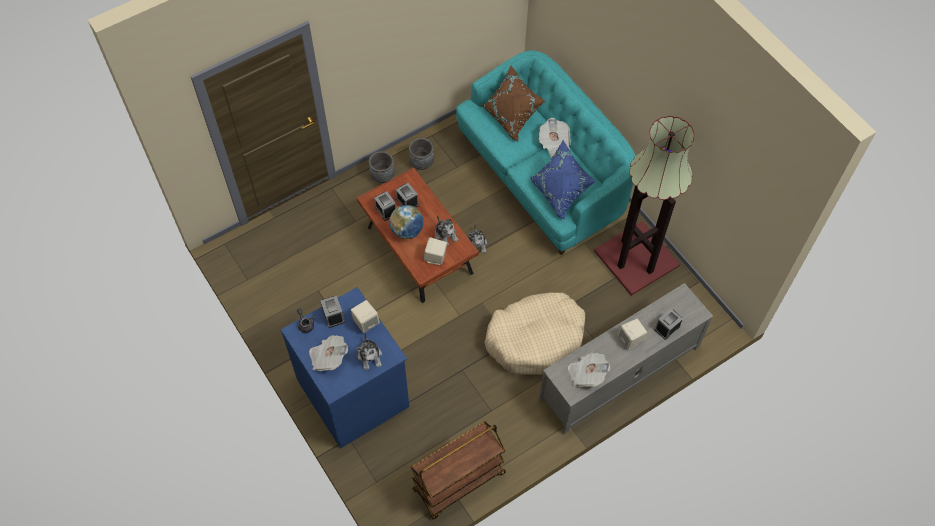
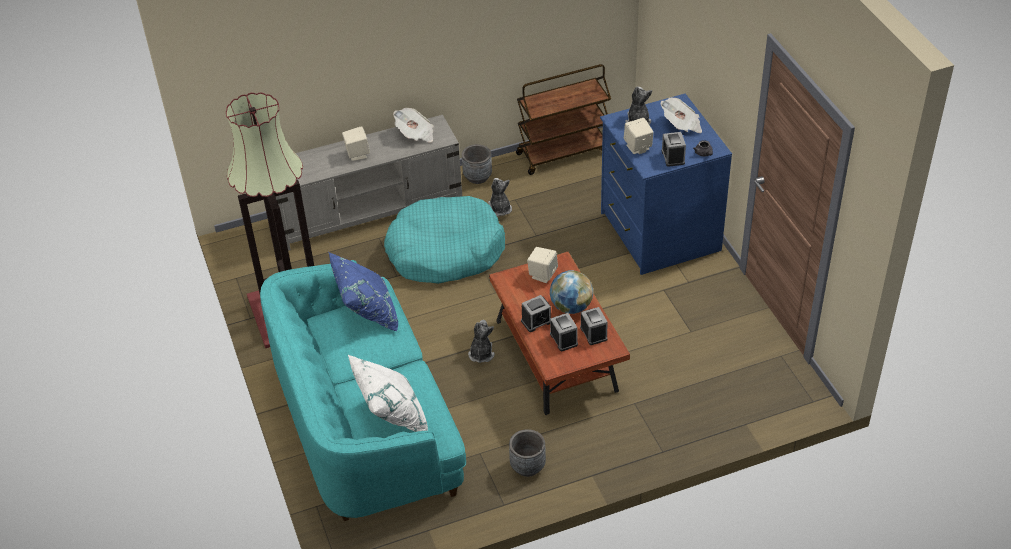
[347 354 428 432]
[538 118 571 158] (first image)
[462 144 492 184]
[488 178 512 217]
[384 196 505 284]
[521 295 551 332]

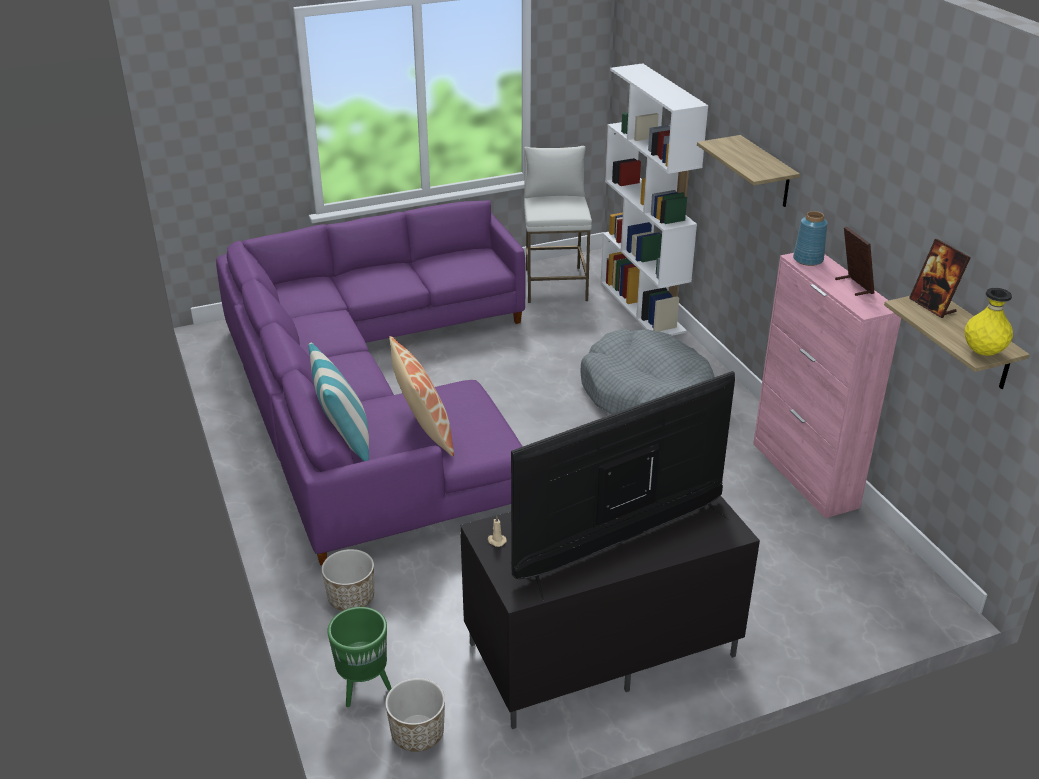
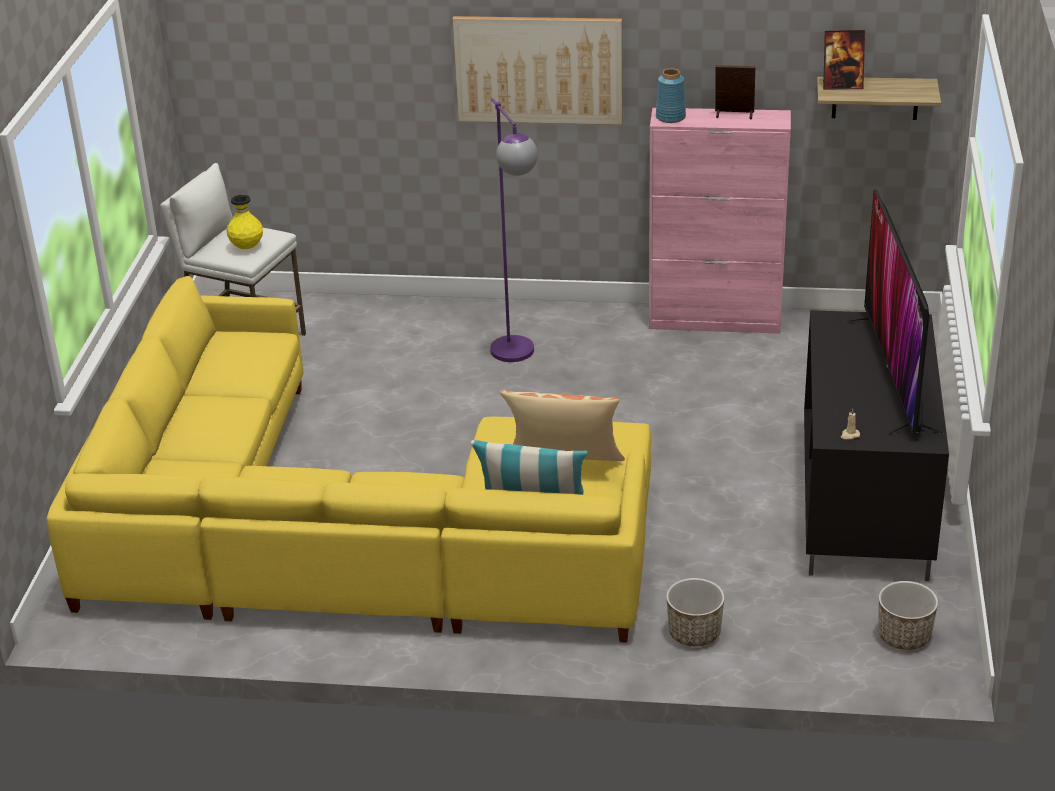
[601 63 708 336] (first image)
[453 16 623 125]
[46 276 651 643]
[227 195 263 249]
[490 98 538 362]
[327 607 392 707] (first image)

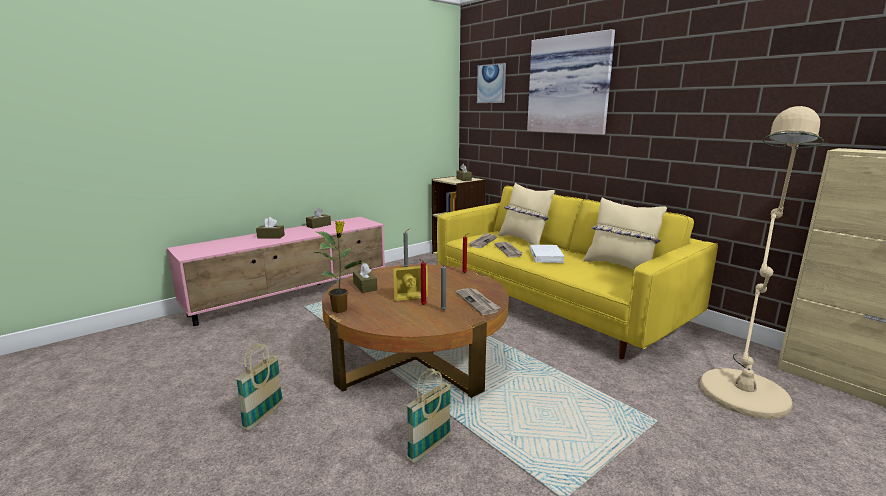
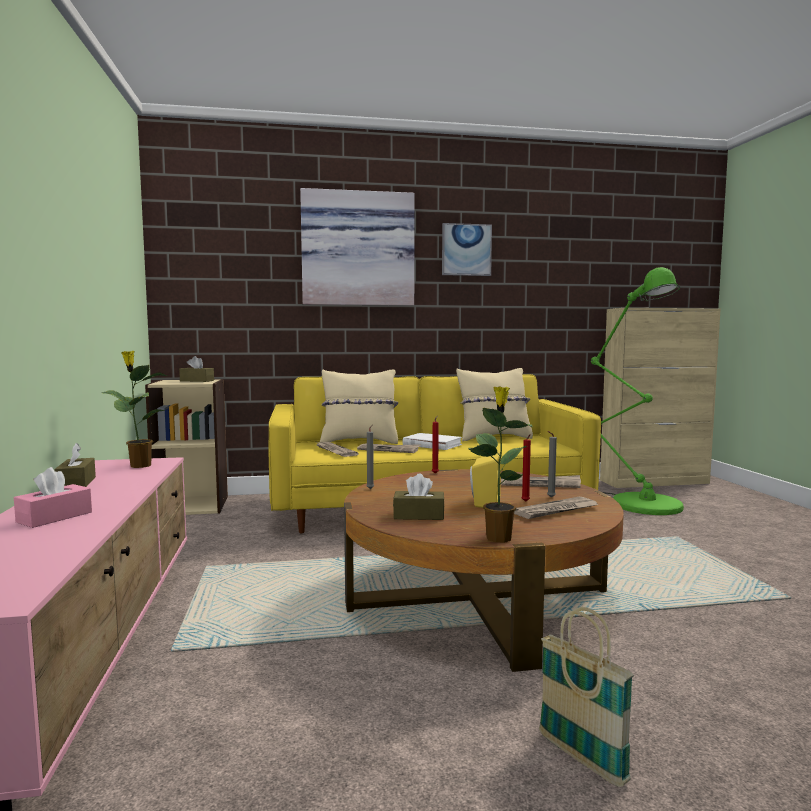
[442 223 492 276]
[591 267 684 515]
[14 467 92 528]
[407 369 451 463] (first image)
[102 351 167 468]
[514 497 599 519]

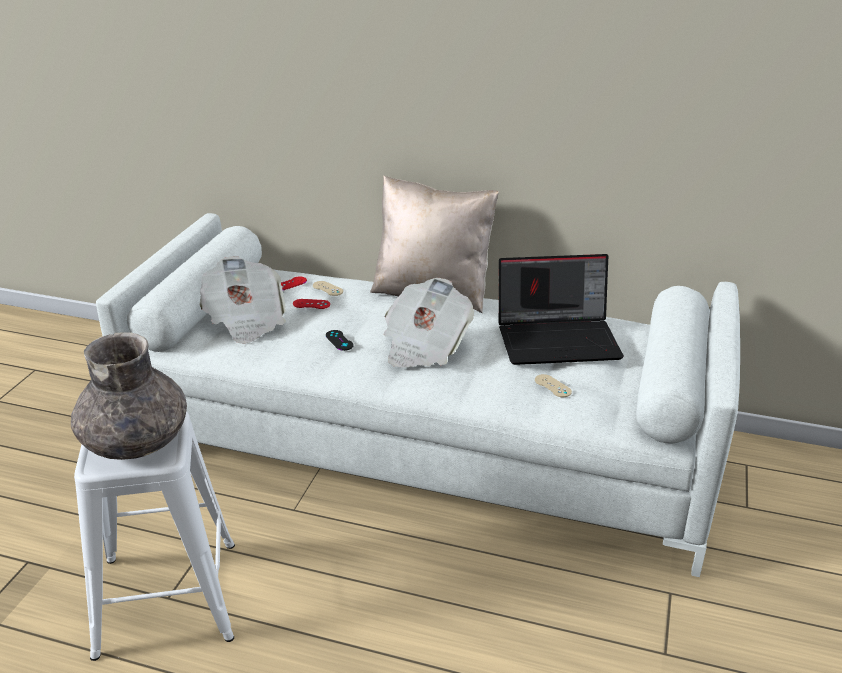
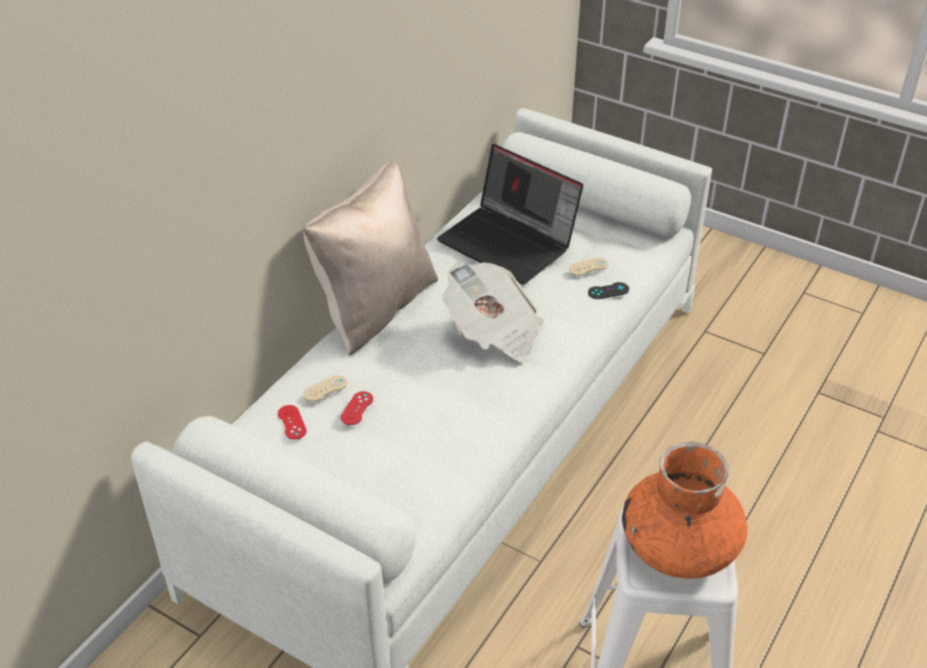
[437 144 583 285]
[199 256 286 344] (first image)
[588 282 629 299]
[622 441 747 579]

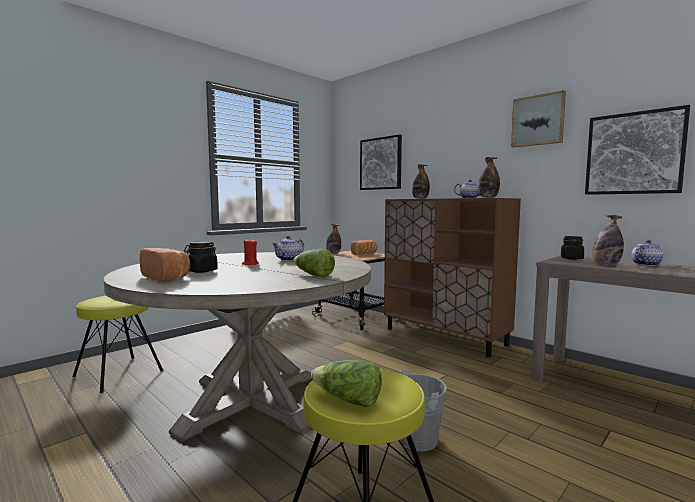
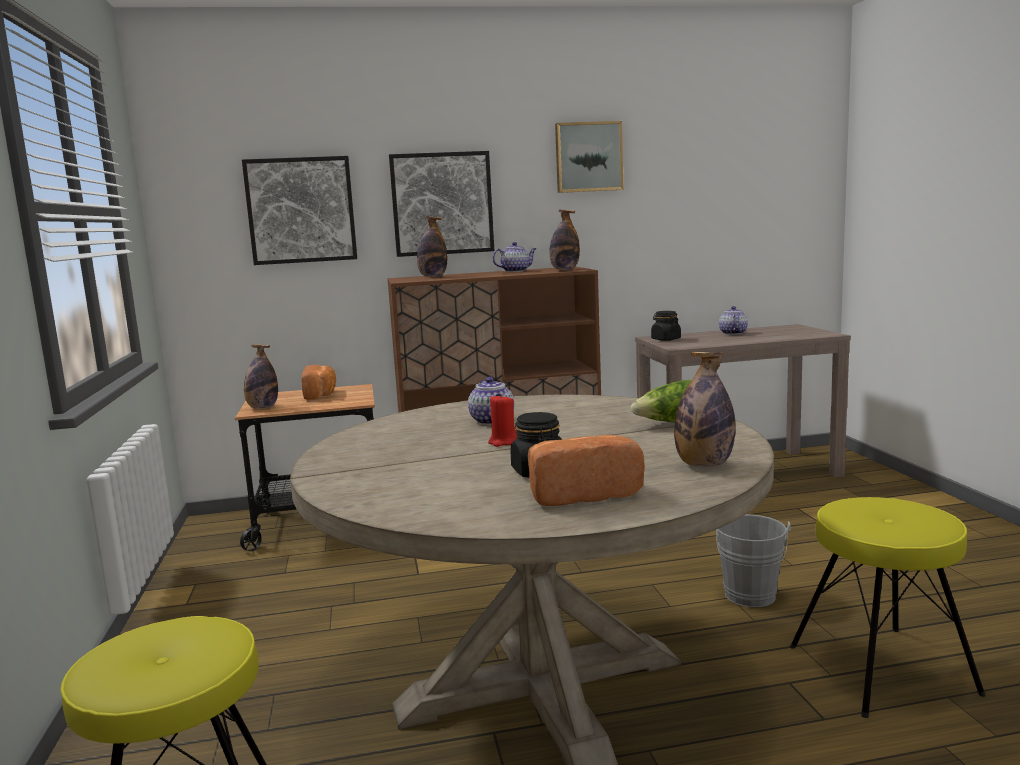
[389 151 494 257]
[674 352 736 467]
[311 360 381 407] (first image)

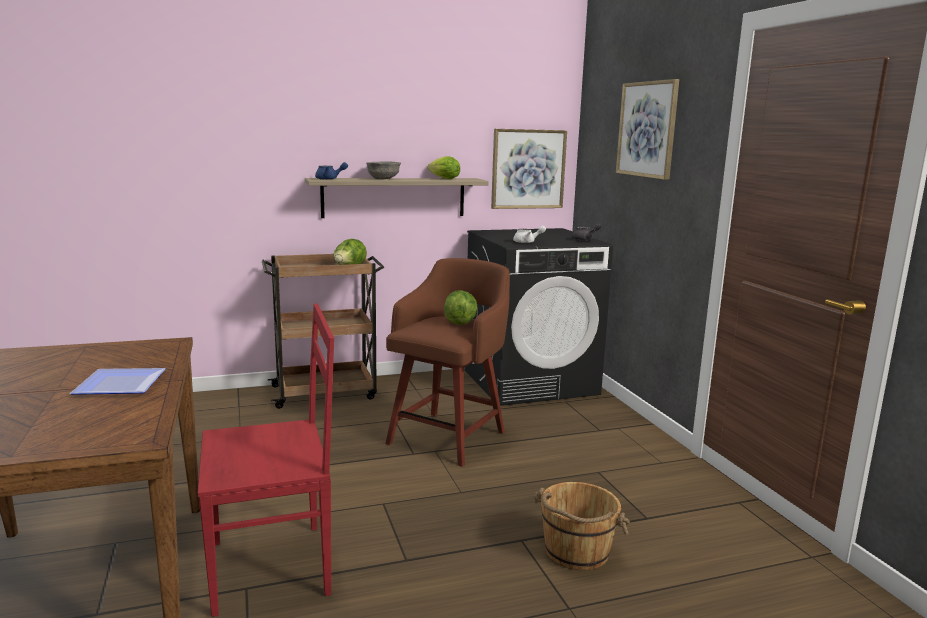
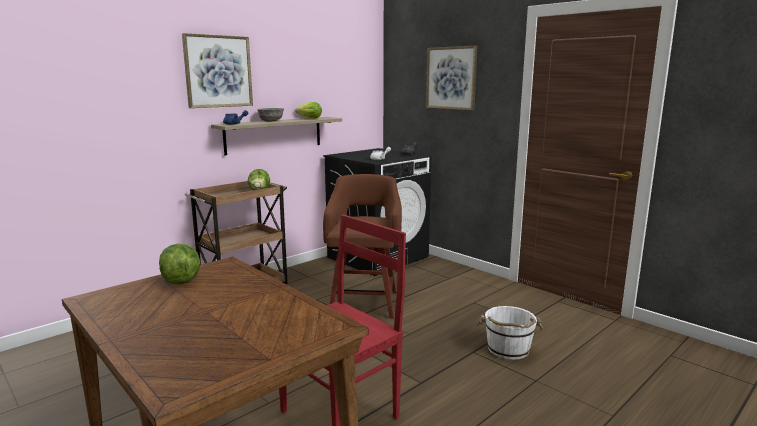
[182 33 253 108]
[159 244 200 285]
[70 368 166 395] (first image)
[476 306 543 360]

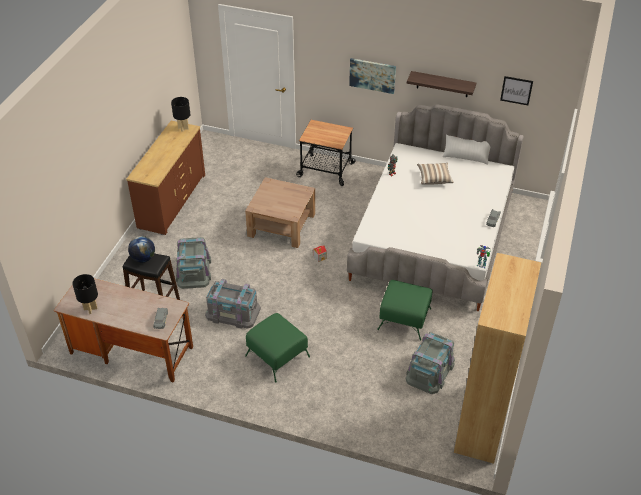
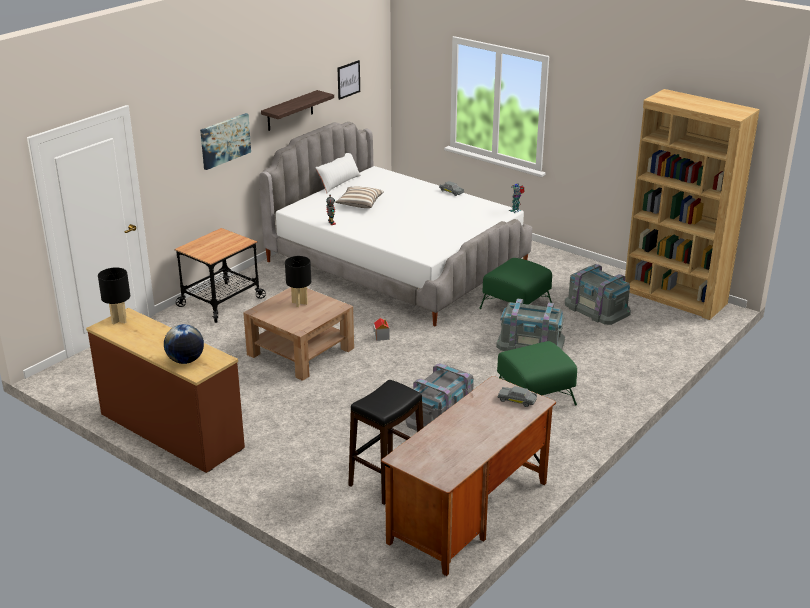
[164 324 204 364]
[496 298 565 351]
[285 256 311 307]

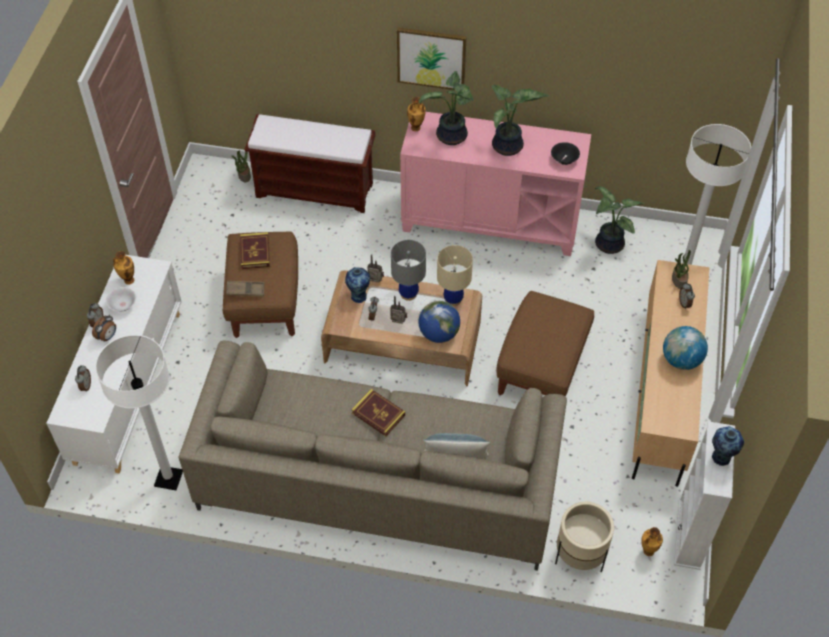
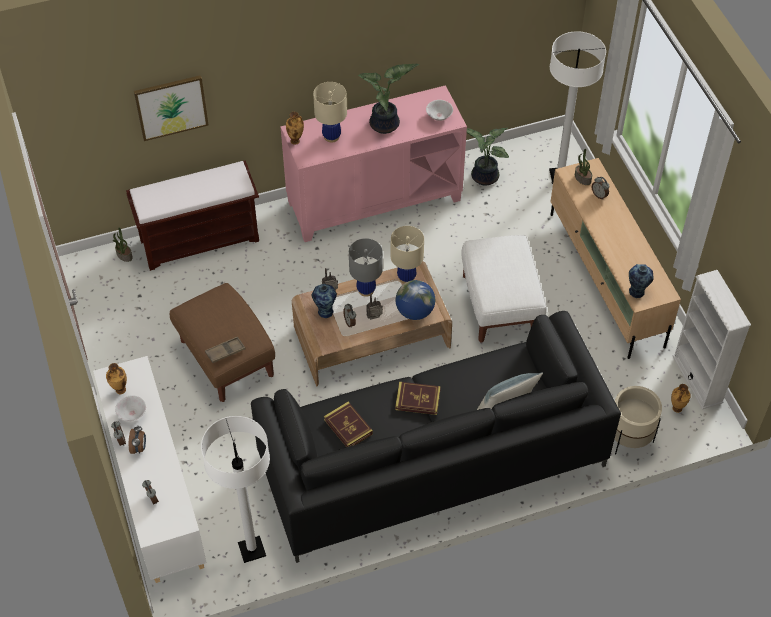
[134 75 209 141]
[313 82 347 143]
[426 100 453 121]
[324 402 373 447]
[461 234 547 343]
[663 326 708 370] (first image)
[251 311 621 563]
[629 264 654 299]

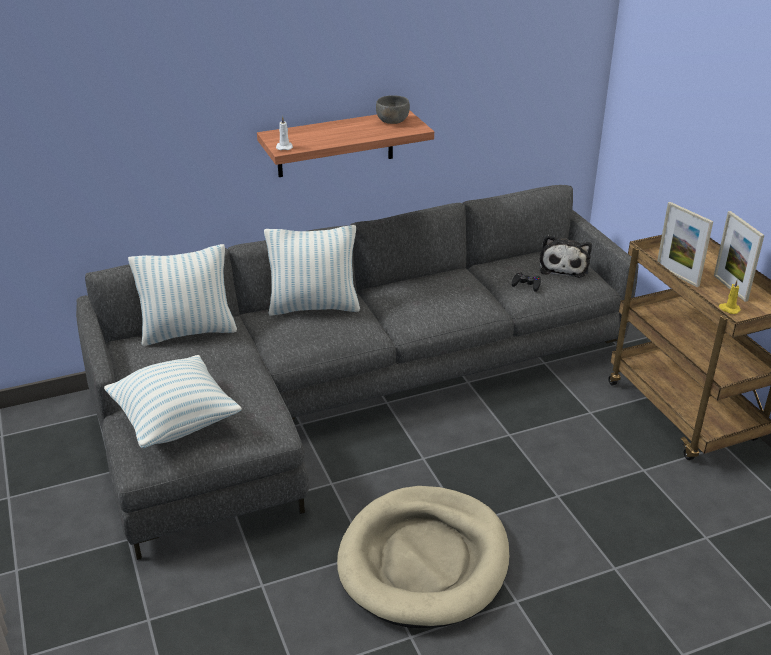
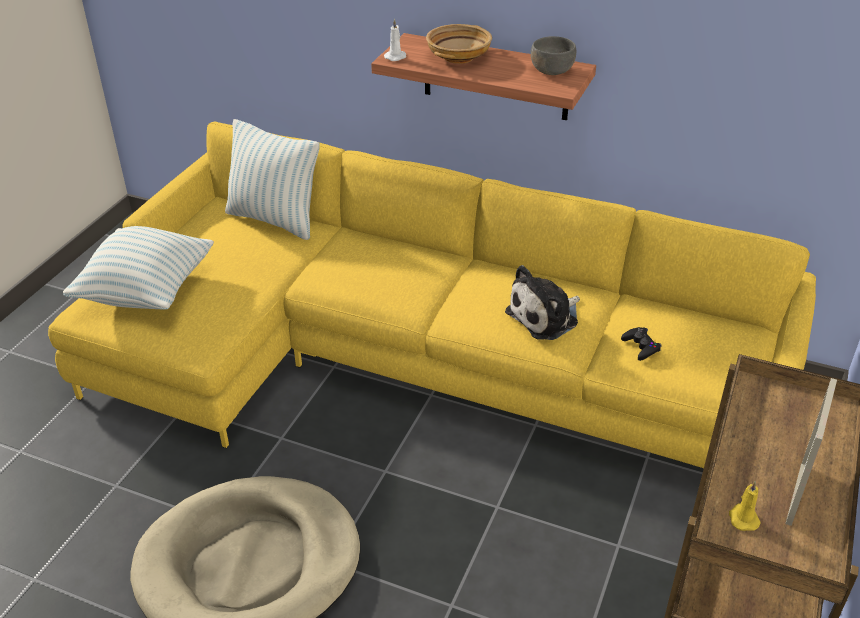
[48 122 816 468]
[657 202 713 287] (first image)
[264 225 360 316] (first image)
[505 265 580 340]
[426 24 492 64]

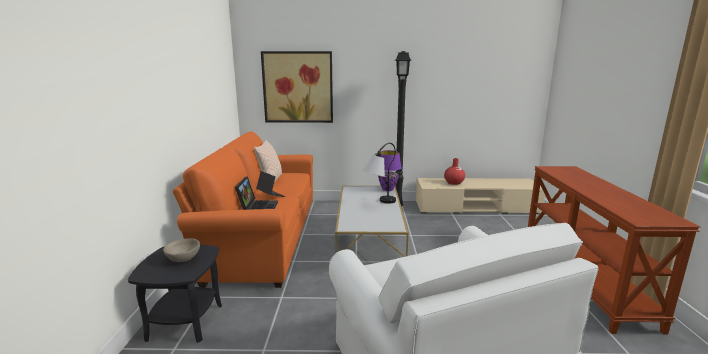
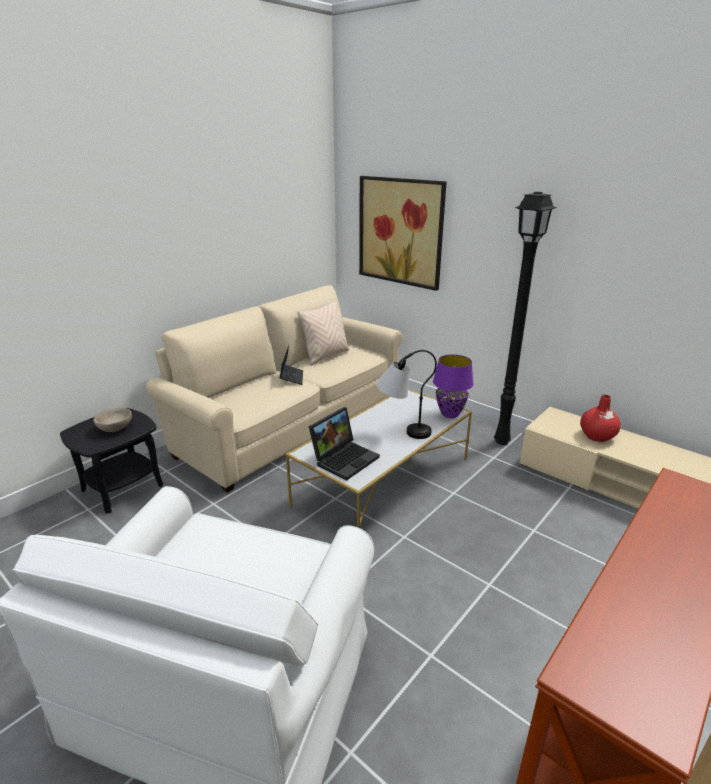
[146 285 403 493]
[309 407 380 481]

